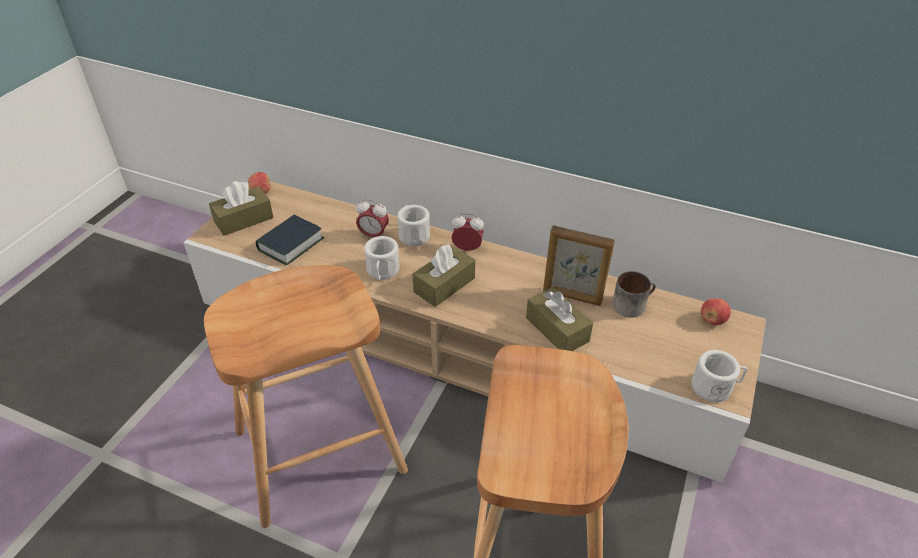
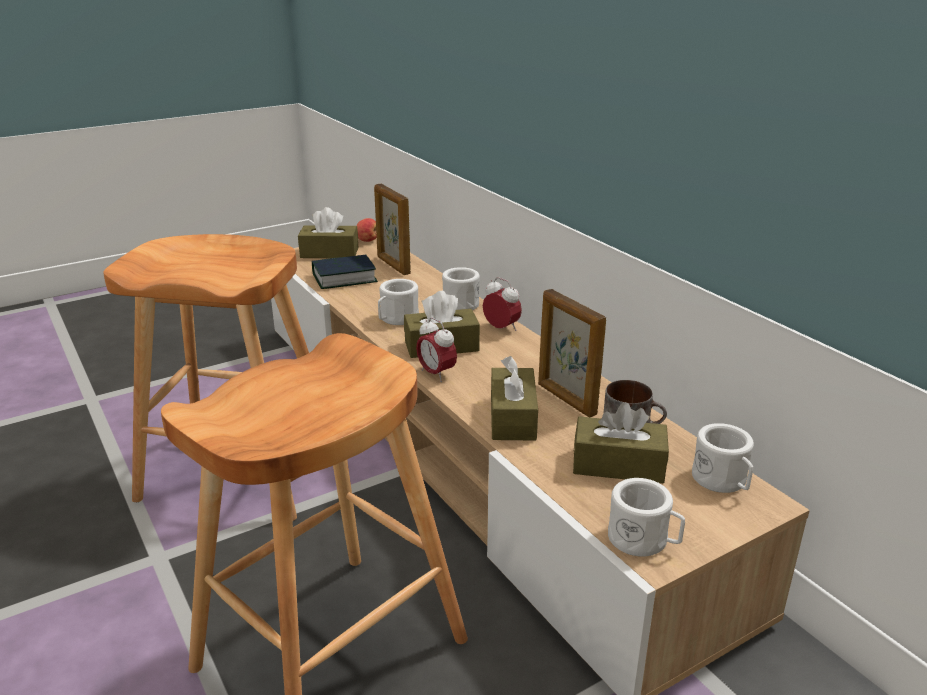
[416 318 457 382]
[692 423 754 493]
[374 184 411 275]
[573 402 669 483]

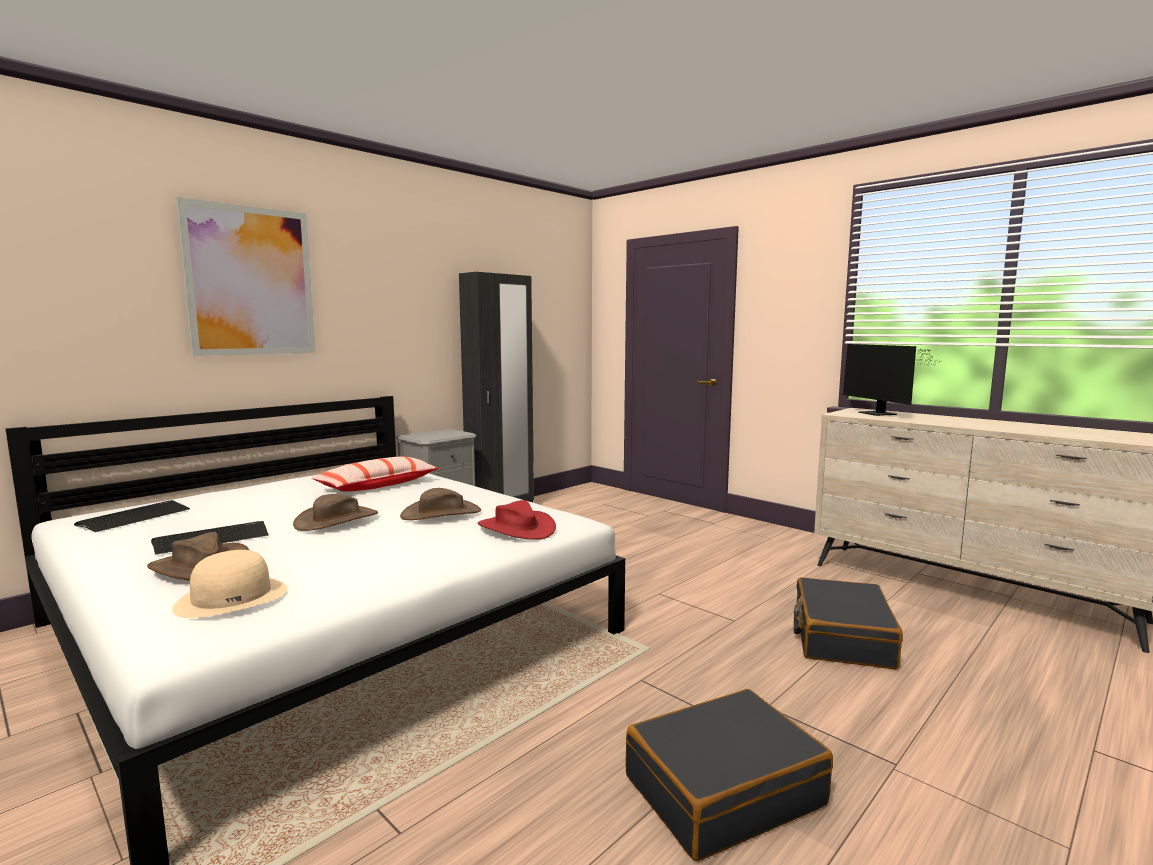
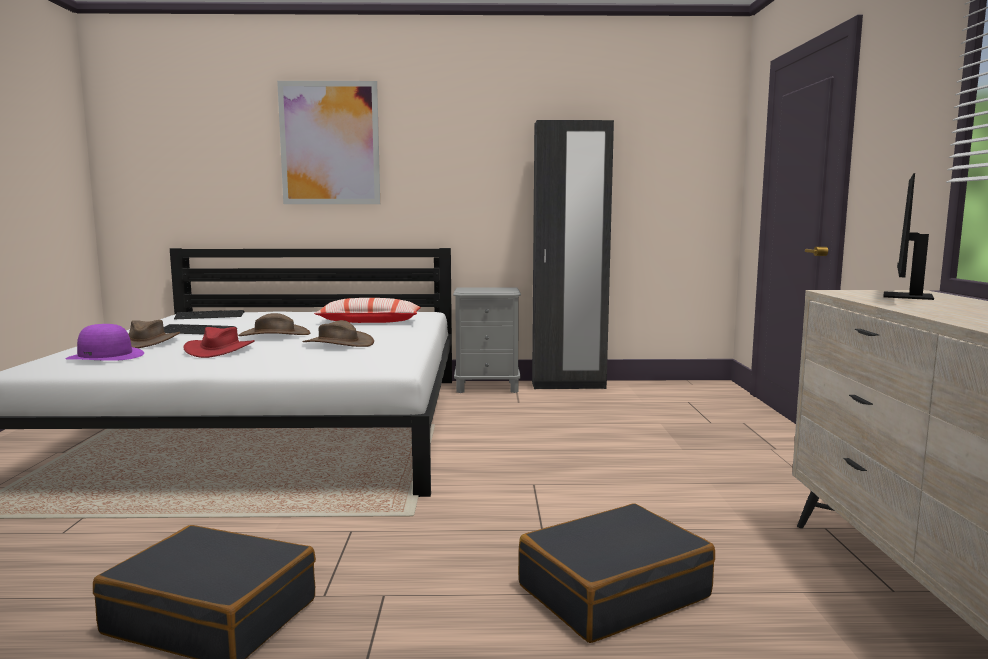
[184 327 255 358]
[65 324 144 361]

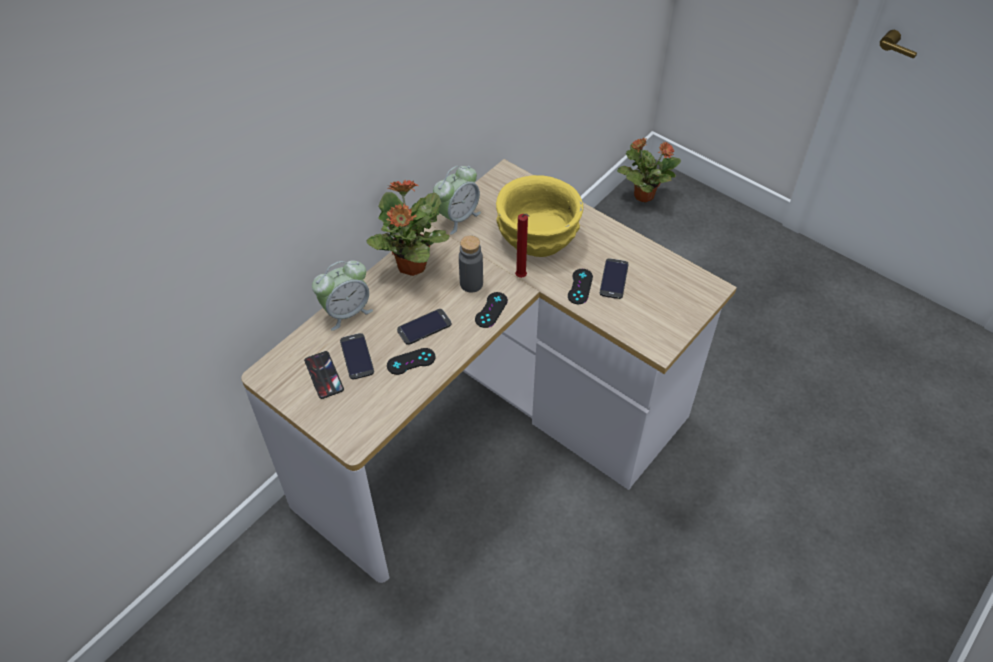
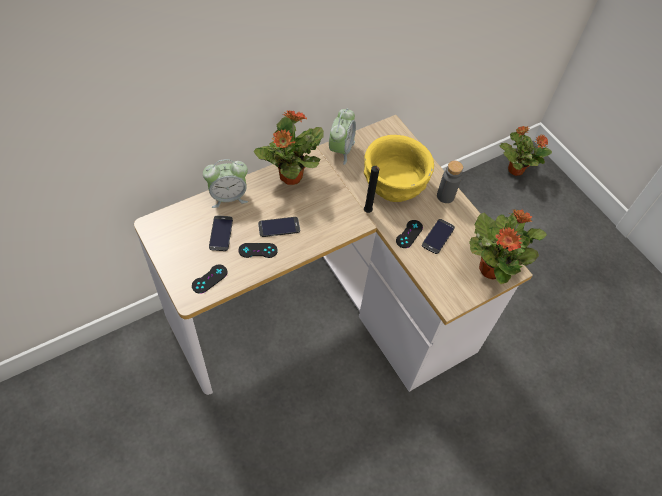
[329 108 356 165]
[364 166 379 213]
[437 161 463 203]
[192 265 228 294]
[304 351 344 399] (first image)
[469 209 547 284]

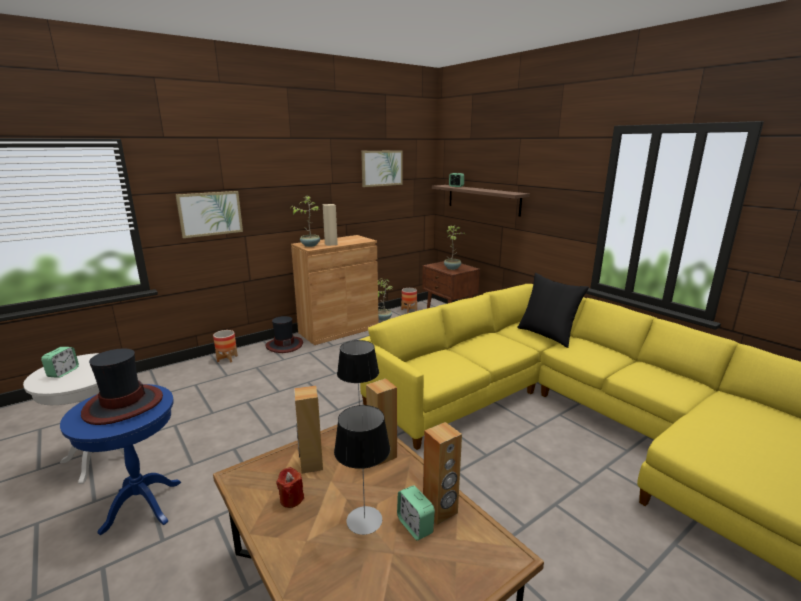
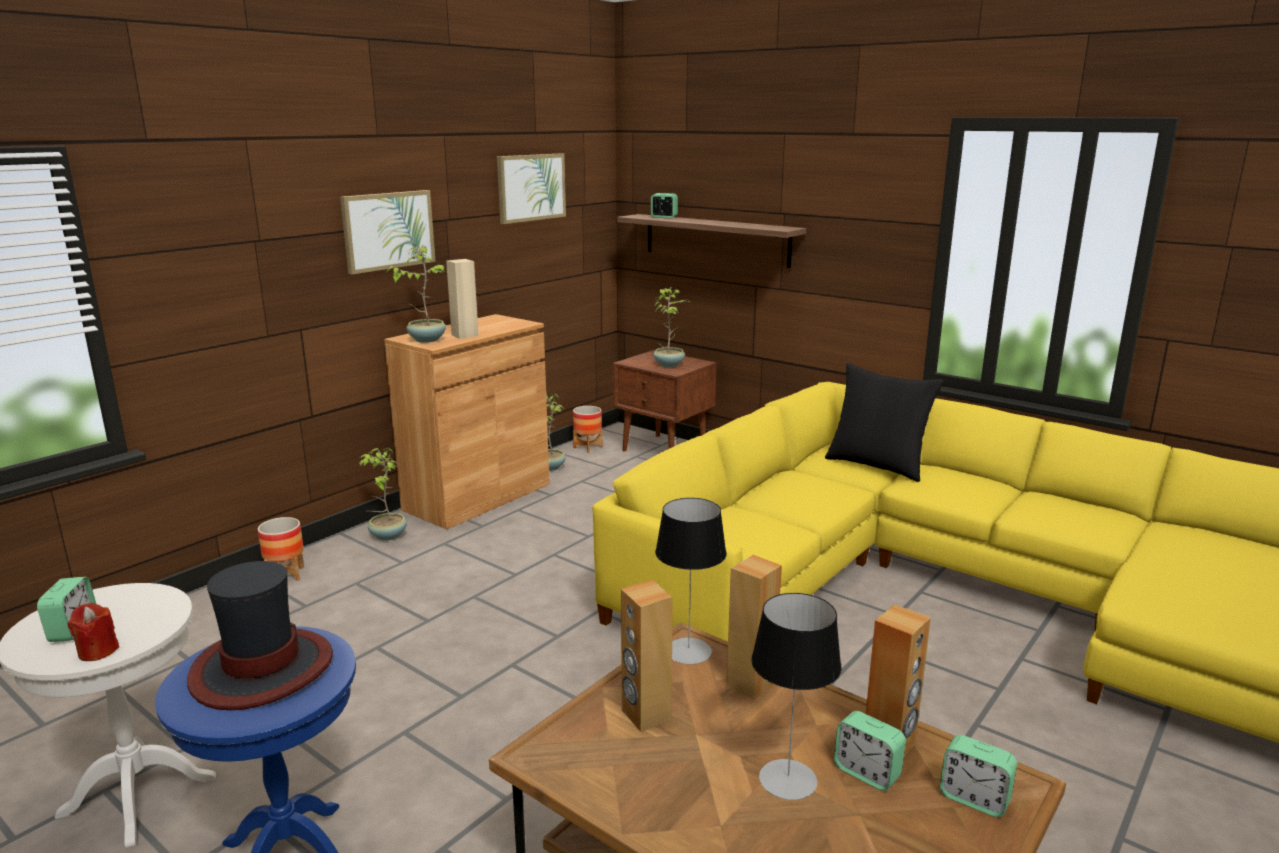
[340 190 436 274]
[359 447 407 541]
[68 603 119 661]
[940 735 1017 817]

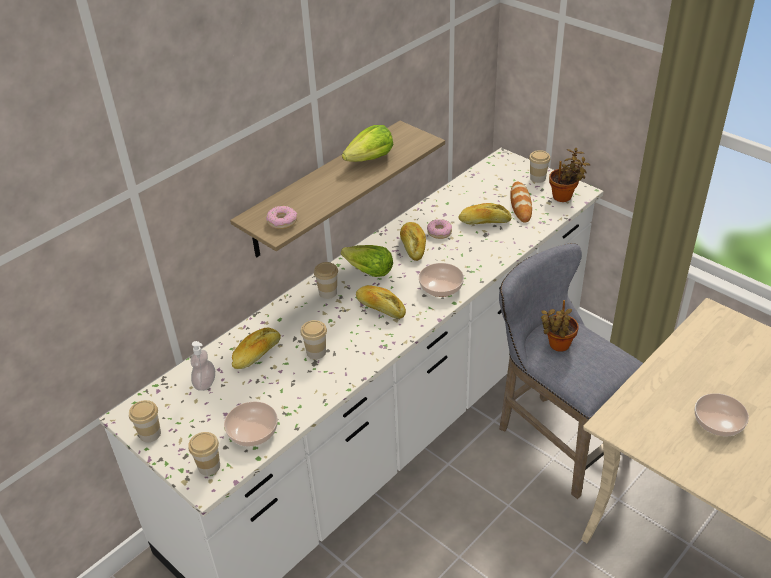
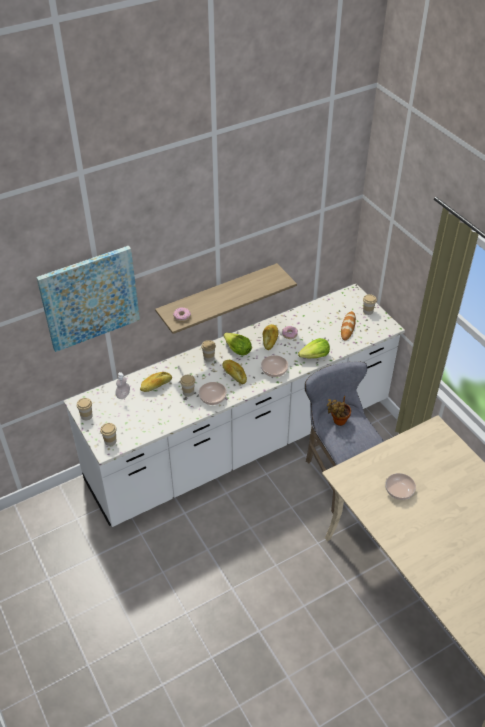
[298 338 330 359]
[549 148 590 202] (first image)
[458 203 511 224] (first image)
[199 382 227 405]
[36 246 140 352]

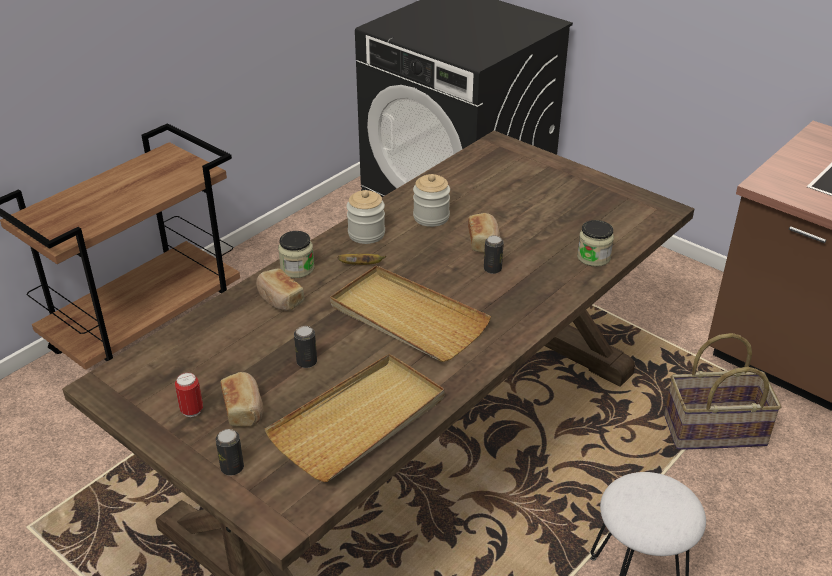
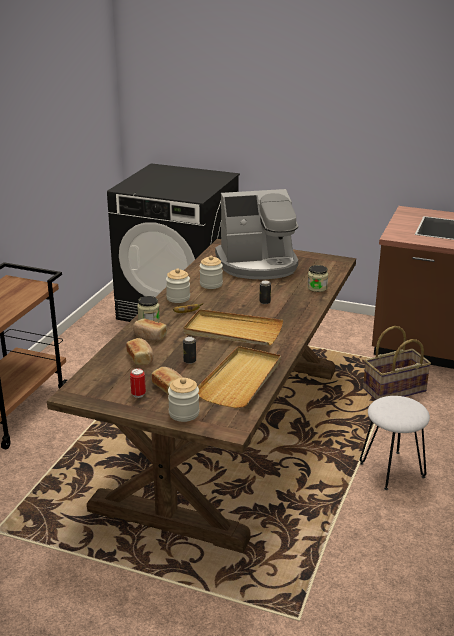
[126 338 154 365]
[168 378 199 422]
[215 189 298 280]

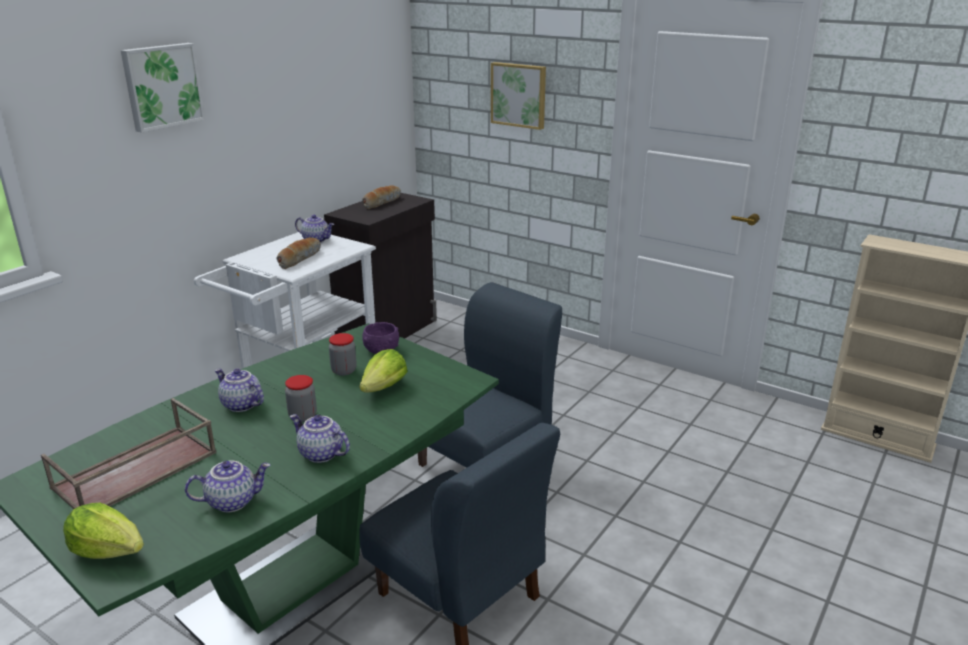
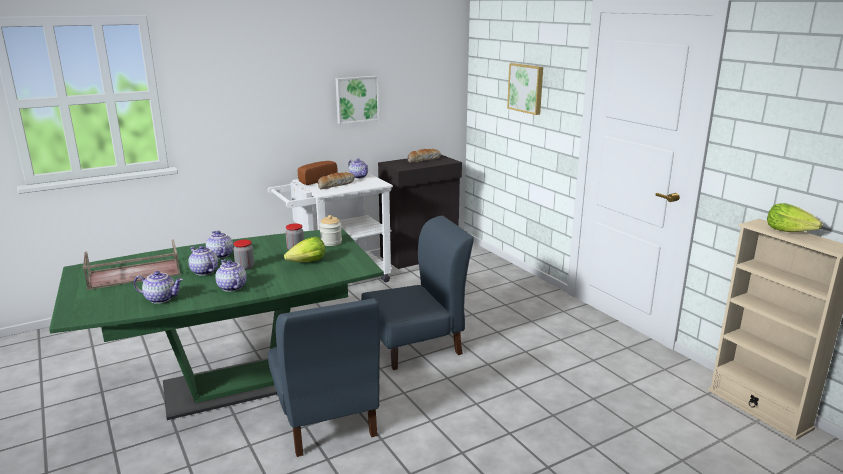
[336 76 379 124]
[319 215 342 246]
[767 203 823 232]
[297 161 337 185]
[188 246 218 276]

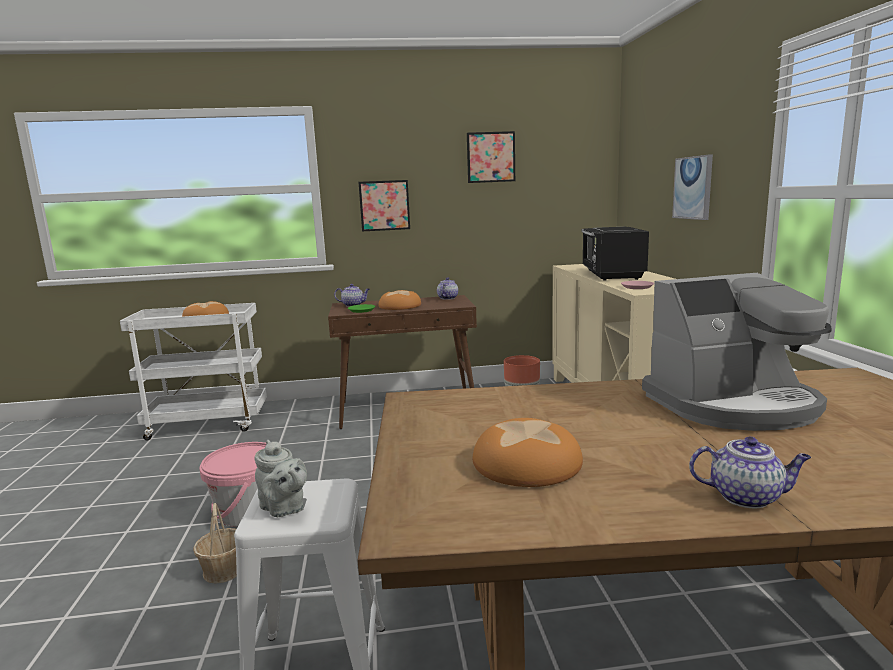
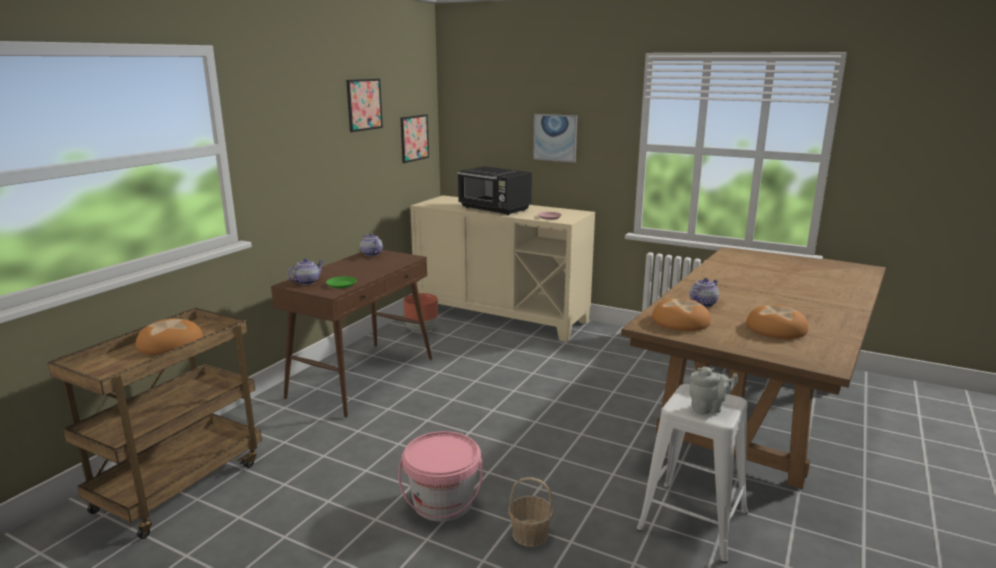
[400 114 429 163]
[642 273 832 431] (first image)
[652 298 711 331]
[48 308 262 539]
[689 278 719 307]

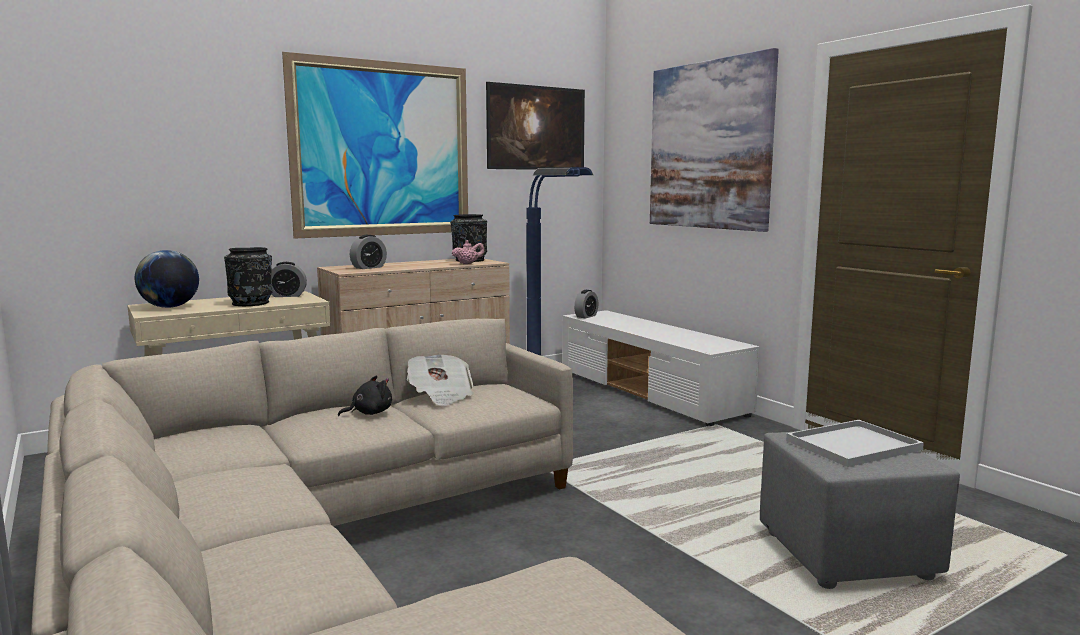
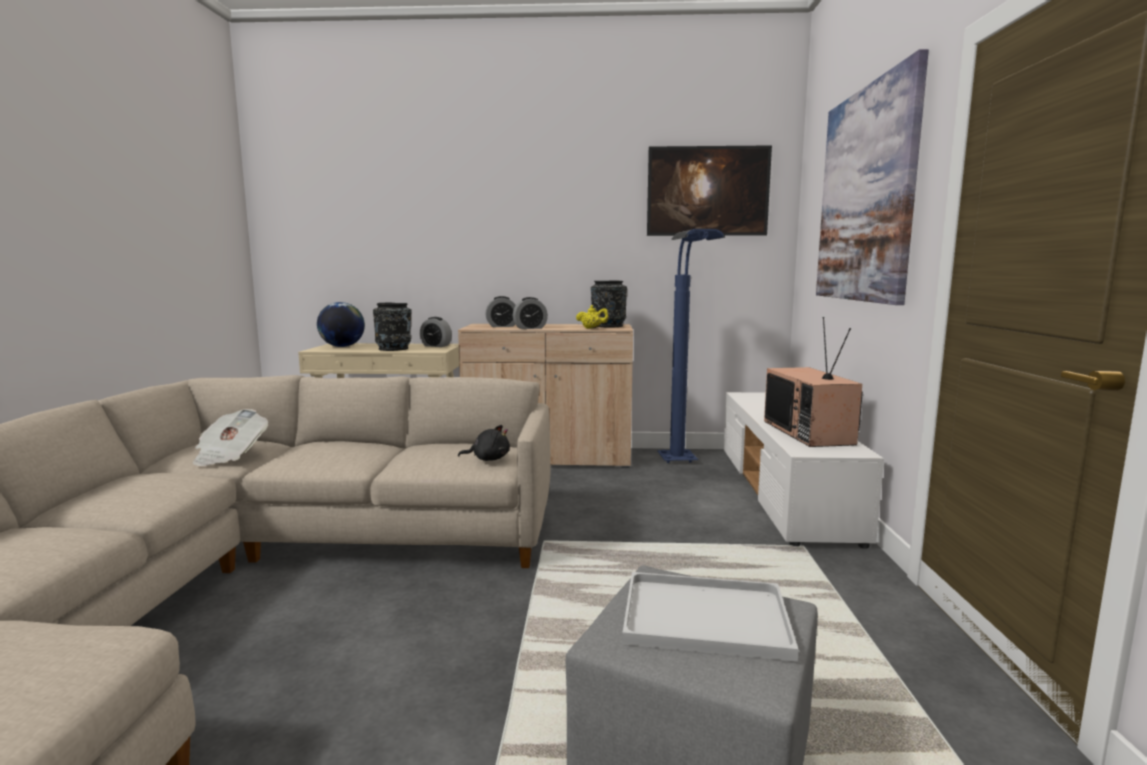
[282 52 468 239] (first image)
[576 305 609 329]
[513 297 548 329]
[192 409 268 466]
[458 425 510 461]
[764 317 863 447]

